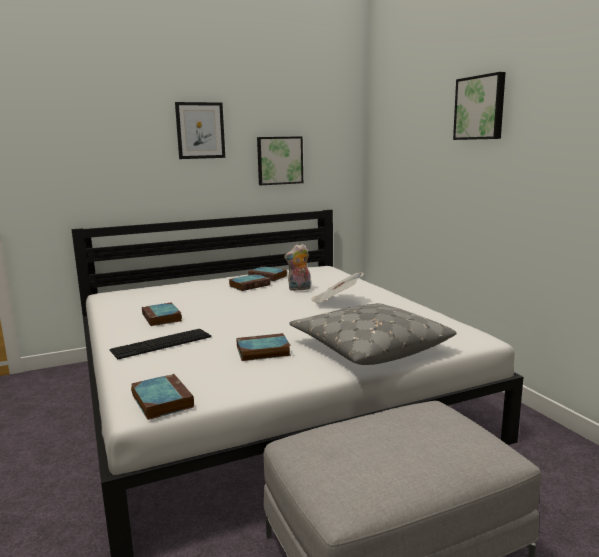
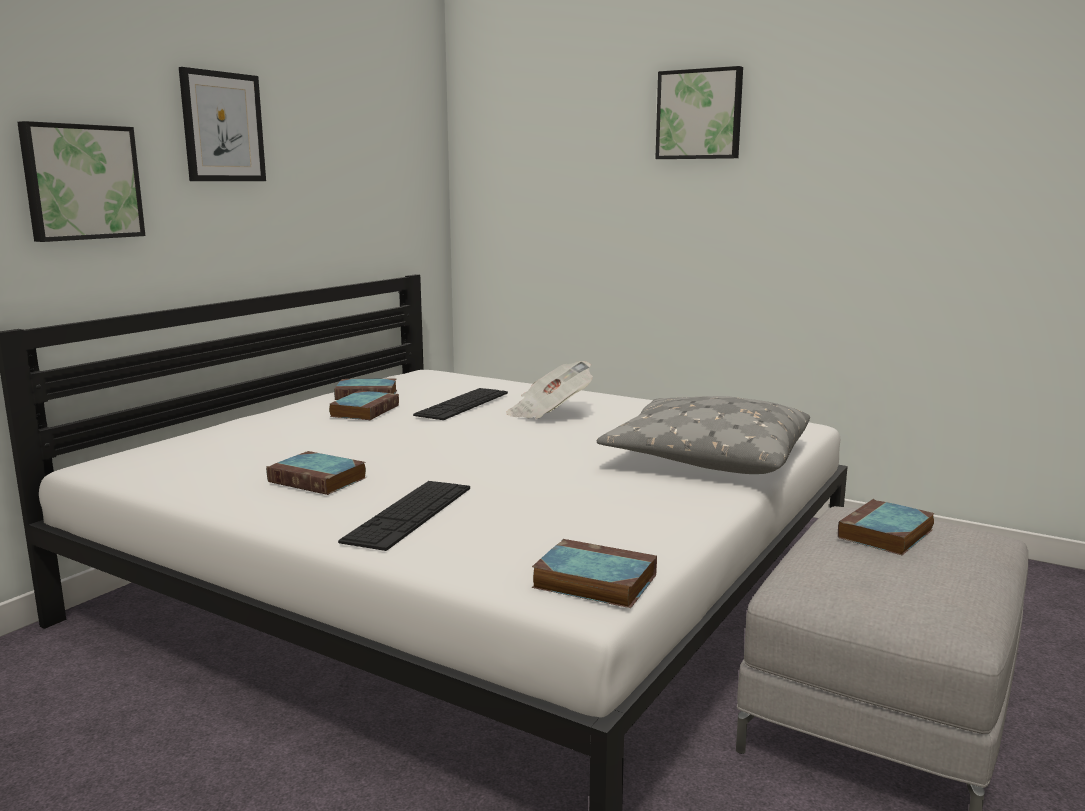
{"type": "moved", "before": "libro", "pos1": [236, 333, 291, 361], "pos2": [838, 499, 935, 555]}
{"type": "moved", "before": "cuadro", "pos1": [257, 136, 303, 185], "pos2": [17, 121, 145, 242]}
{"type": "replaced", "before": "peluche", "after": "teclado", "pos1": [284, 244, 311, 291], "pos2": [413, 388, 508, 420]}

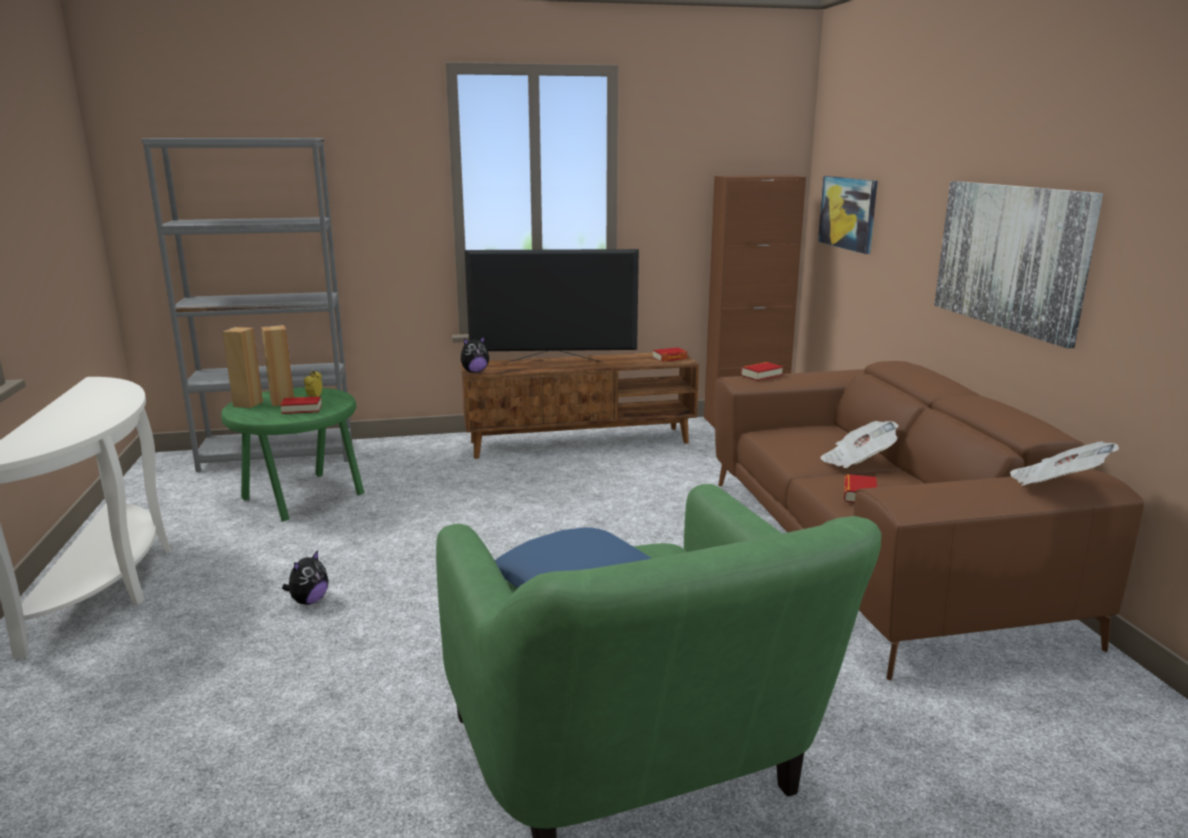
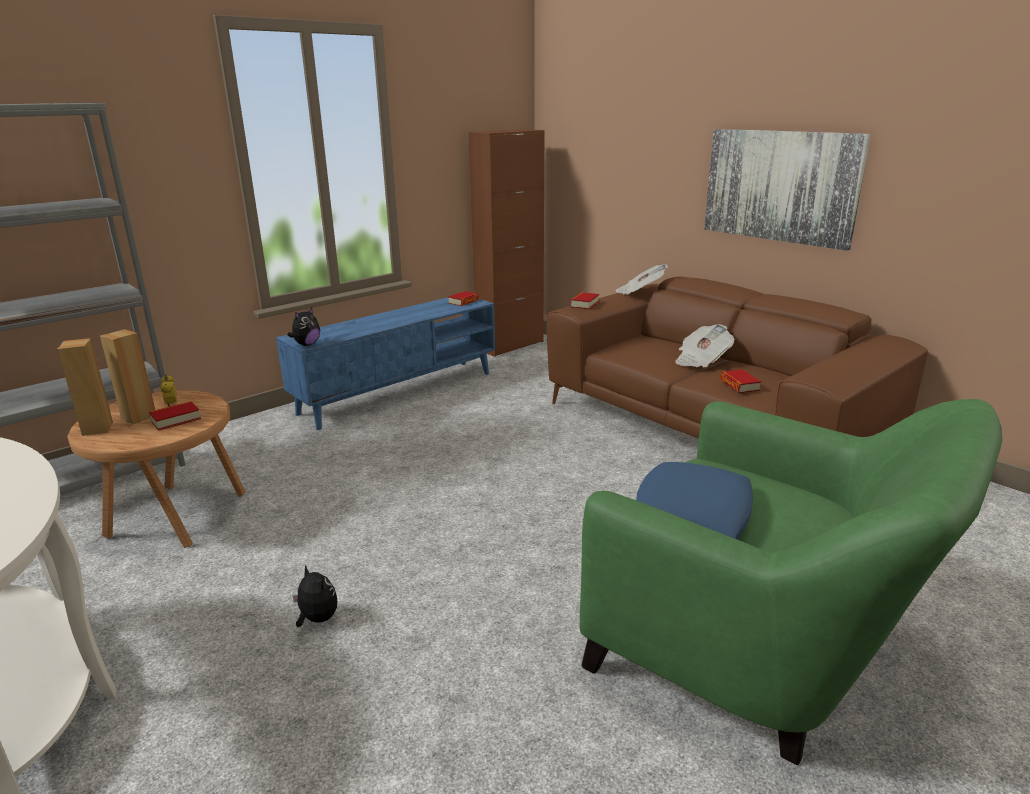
{"type": "removed", "before": "televisor", "pos1": [465, 249, 639, 364]}
{"type": "removed", "before": "cuadro", "pos1": [818, 176, 878, 254]}
{"type": "moved", "before": "periódico", "pos1": [1010, 441, 1119, 485], "pos2": [616, 264, 668, 295]}
{"type": "recoloured", "before": "mesa auxiliar/verde", "after": "mesa auxiliar/marrón", "pos1": [221, 387, 364, 522], "pos2": [67, 390, 246, 548]}
{"type": "recoloured", "before": "mueble de televisión/marrón", "after": "mueble de televisión/azul", "pos1": [461, 353, 699, 459], "pos2": [276, 298, 495, 430]}
{"type": "turned", "before": "peluche", "pos1": [282, 550, 328, 605], "pos2": [293, 565, 337, 627], "turn": -45}

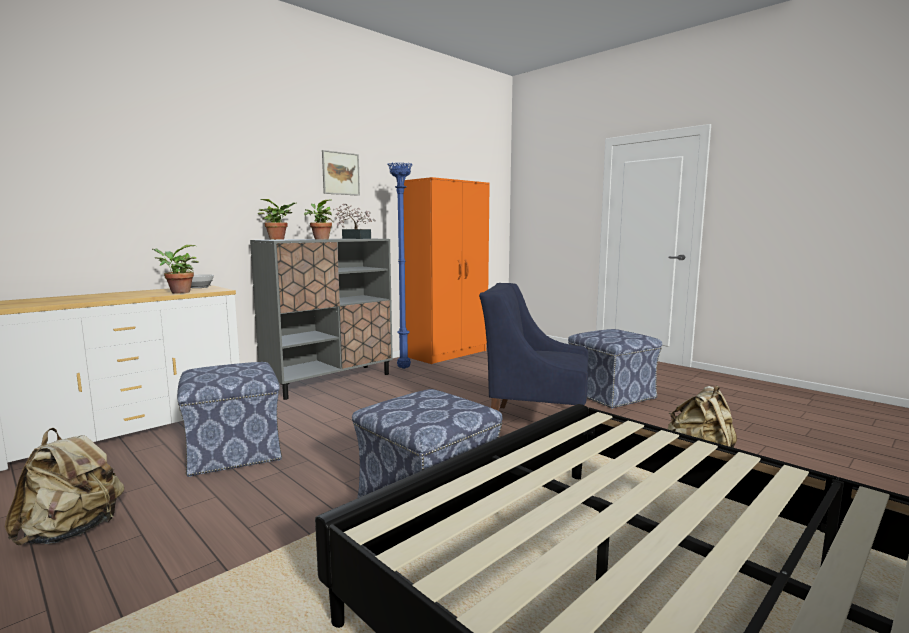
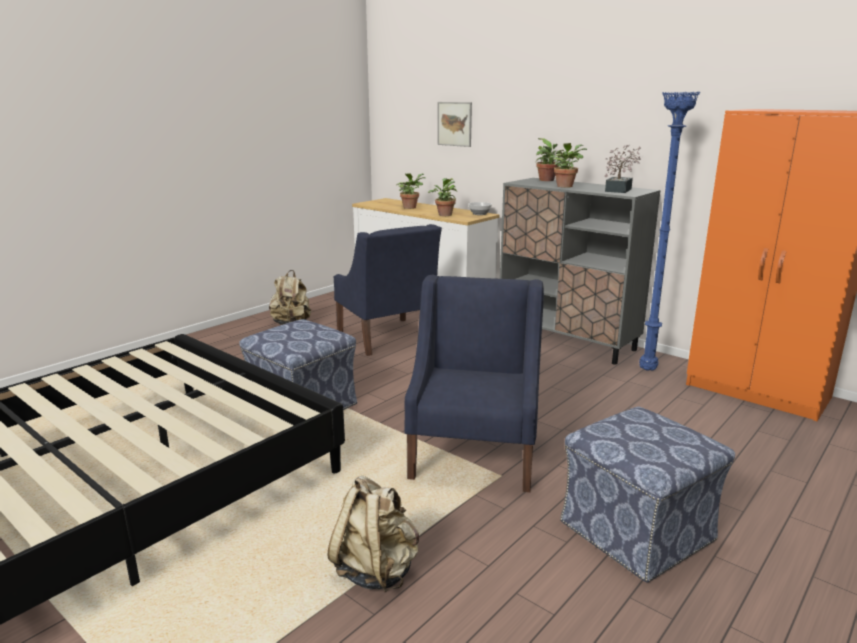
{"type": "added", "after": "planta en maceta", "pos2": [396, 173, 426, 209]}
{"type": "moved", "before": "cuadro", "pos1": [322, 150, 360, 196], "pos2": [437, 102, 472, 147]}
{"type": "replaced", "before": "puf", "after": "sillón/azul", "pos1": [177, 362, 282, 477], "pos2": [334, 224, 442, 356]}

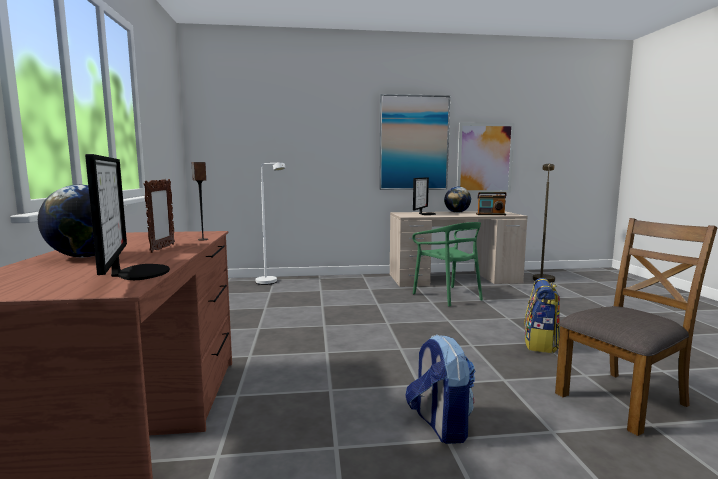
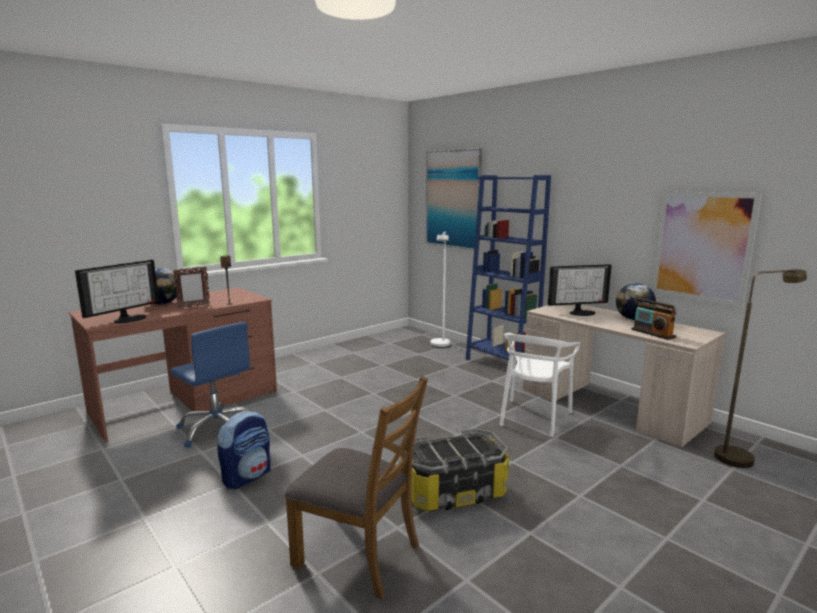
{"type": "added", "after": "silla de oficina/azul", "pos2": [170, 322, 251, 448]}
{"type": "added", "after": "estantería/azul", "pos2": [466, 175, 551, 377]}
{"type": "moved", "before": "cuadro", "pos1": [379, 94, 450, 190], "pos2": [426, 148, 482, 250]}
{"type": "replaced", "before": "mochila", "after": "caja de almacenaje", "pos1": [524, 278, 560, 353], "pos2": [411, 428, 509, 512]}
{"type": "recoloured", "before": "silla/verde", "after": "silla/blanco", "pos1": [412, 222, 483, 307], "pos2": [500, 333, 580, 437]}

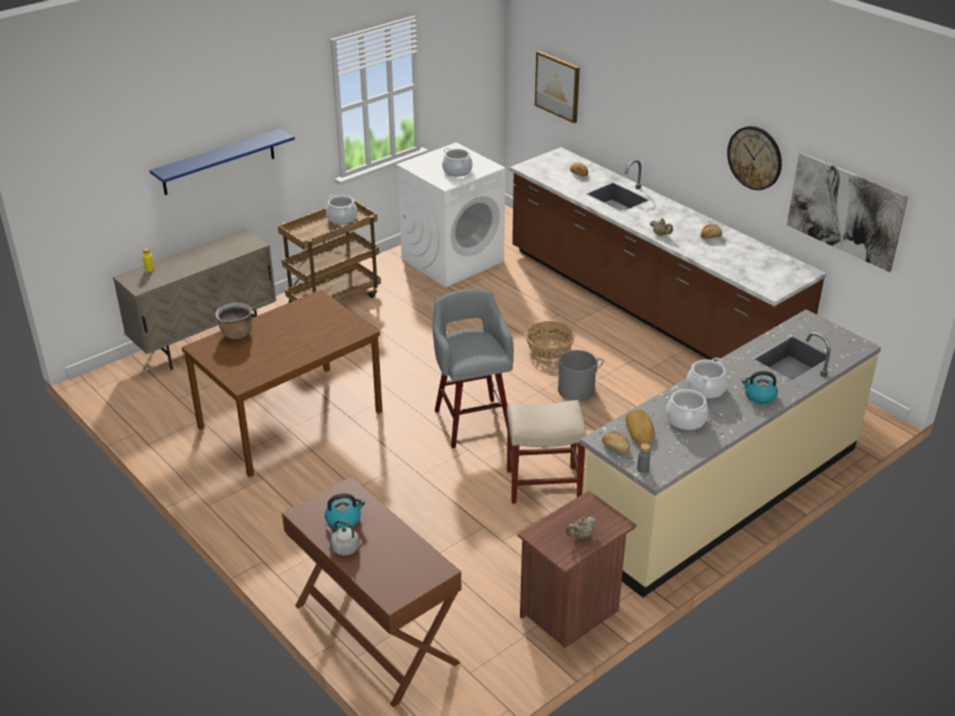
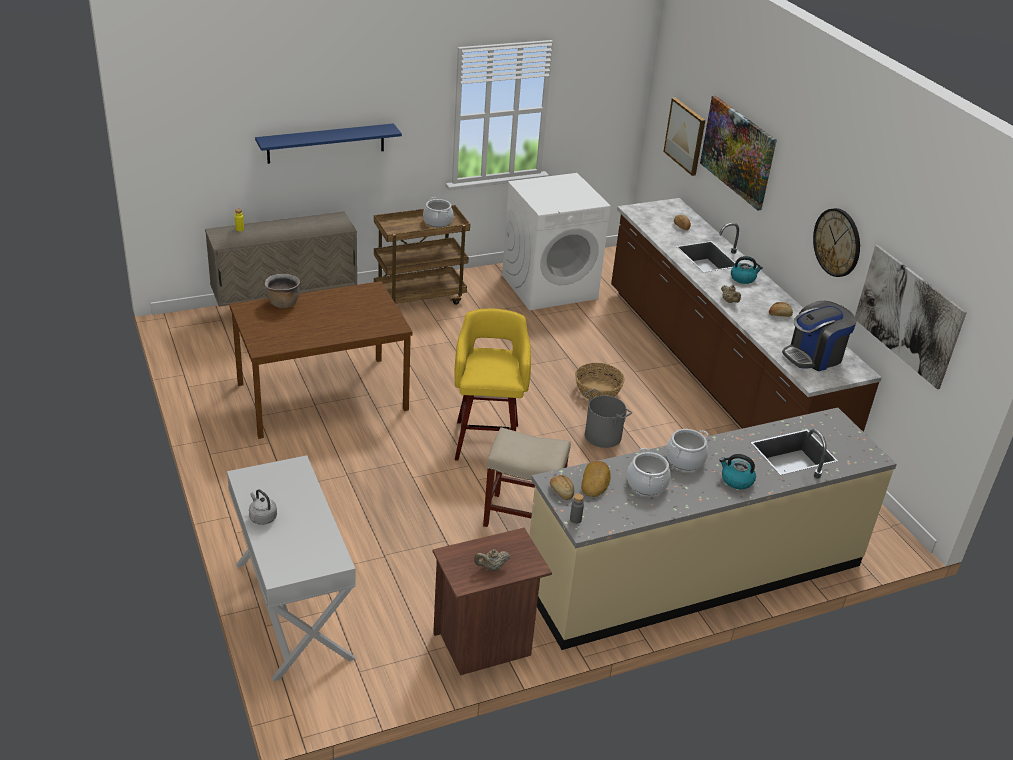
{"type": "removed", "before": "olla", "pos1": [442, 148, 473, 177]}
{"type": "added", "after": "cuadro", "pos2": [700, 96, 777, 211]}
{"type": "added", "after": "cafetera", "pos2": [782, 301, 857, 371]}
{"type": "moved", "before": "hervidor", "pos1": [325, 493, 365, 529], "pos2": [731, 256, 763, 284]}
{"type": "recoloured", "before": "mesa consola/marrón", "after": "mesa consola/blanco", "pos1": [282, 477, 462, 707], "pos2": [227, 455, 356, 681]}
{"type": "recoloured", "before": "taburete/gris", "after": "taburete/amarillo", "pos1": [433, 289, 514, 448], "pos2": [455, 309, 531, 461]}

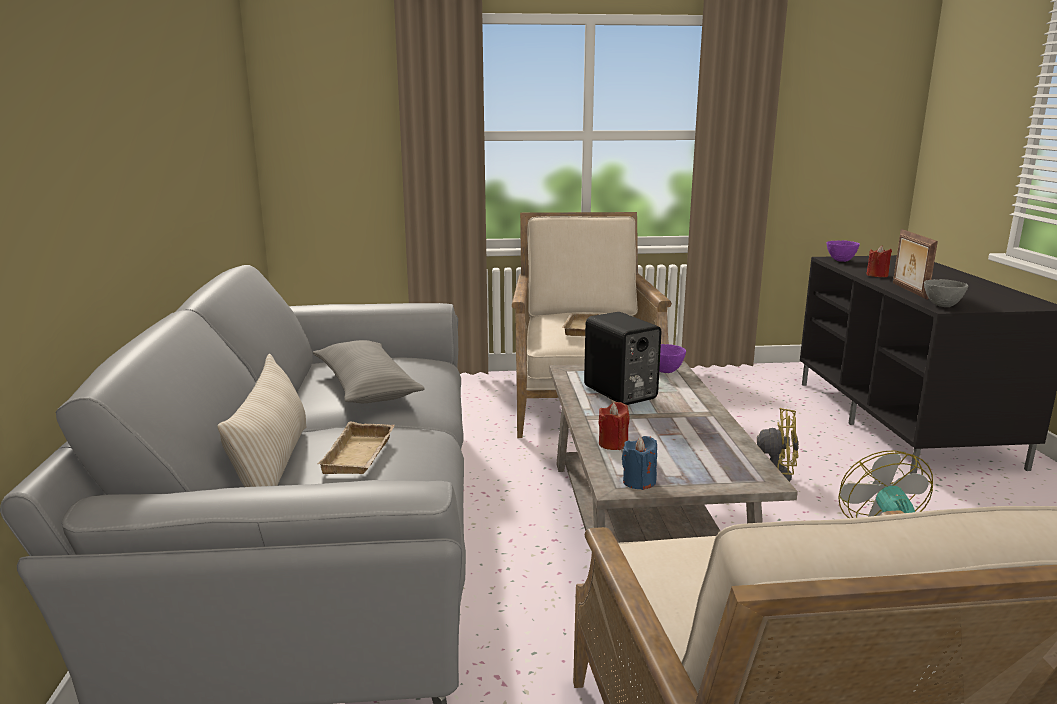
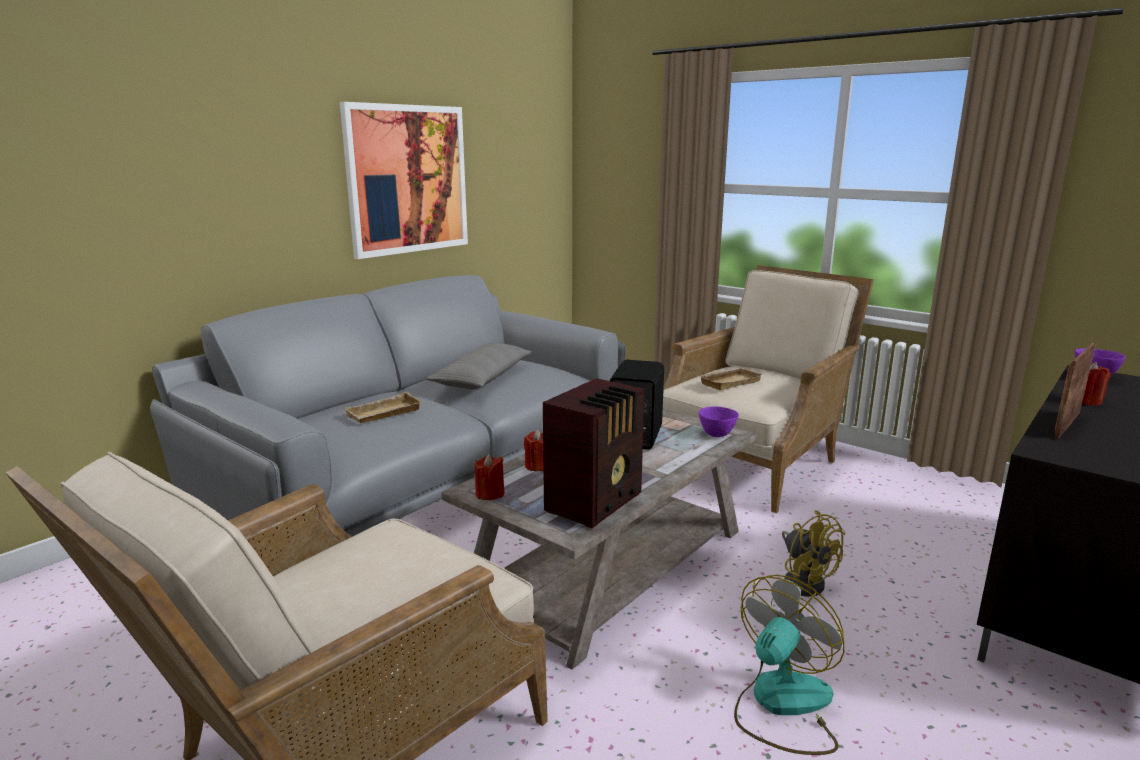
{"type": "removed", "before": "cojín/beis", "pos1": [217, 354, 307, 487]}
{"type": "removed", "before": "cuenco/gris", "pos1": [924, 279, 969, 307]}
{"type": "added", "after": "cuadro", "pos2": [340, 102, 468, 259]}
{"type": "added", "after": "radio", "pos2": [543, 378, 645, 528]}
{"type": "recoloured", "before": "vela/azul", "after": "vela/rojo", "pos1": [622, 436, 657, 490], "pos2": [475, 454, 504, 500]}

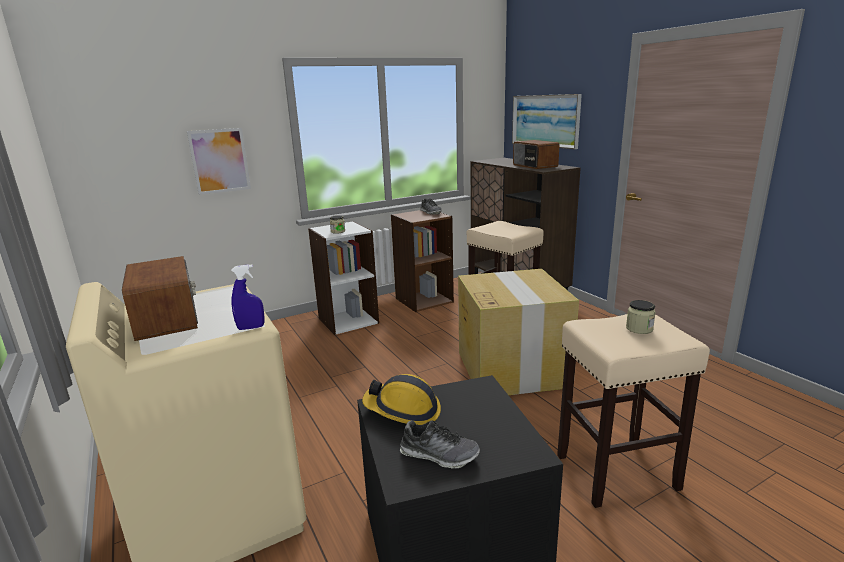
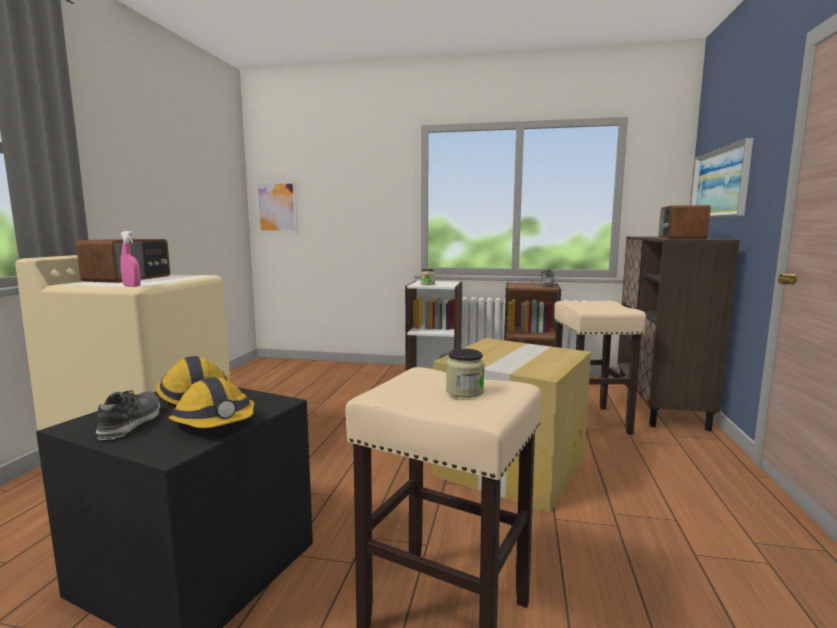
{"type": "added", "after": "casco", "pos2": [168, 377, 254, 428]}
{"type": "moved", "before": "cuadro", "pos1": [187, 128, 251, 195], "pos2": [256, 181, 298, 233]}
{"type": "recoloured", "before": "pulverizador/azul", "after": "pulverizador/rosa", "pos1": [231, 264, 264, 330], "pos2": [120, 231, 141, 287]}
{"type": "turned", "before": "zapato", "pos1": [400, 420, 480, 469], "pos2": [96, 390, 160, 440], "turn": -150}

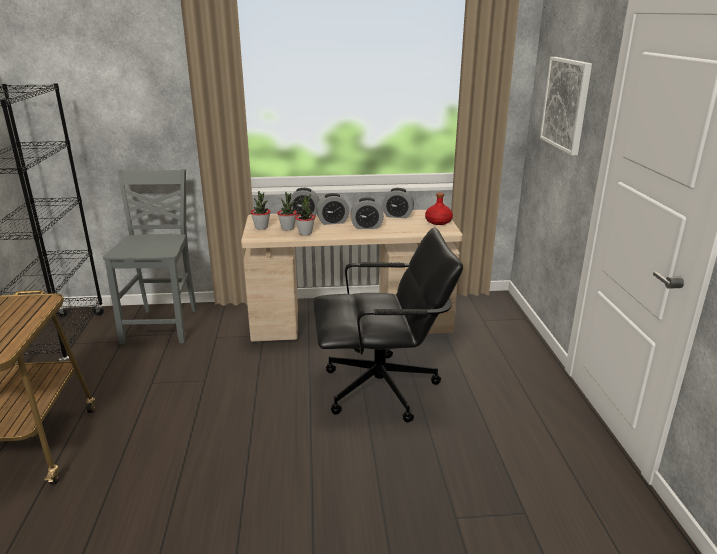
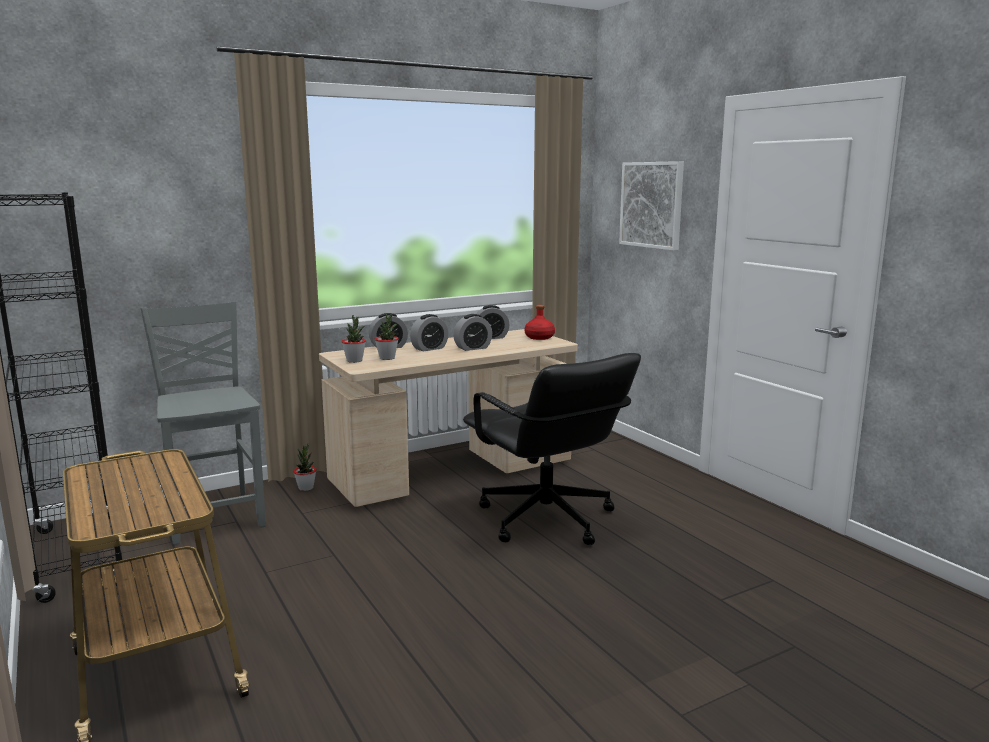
{"type": "moved", "before": "planta en maceta", "pos1": [295, 194, 315, 235], "pos2": [293, 444, 317, 491]}
{"type": "turned", "before": "silla de oficina/negro", "pos1": [313, 228, 463, 423], "pos2": [463, 353, 641, 545], "turn": 90}

